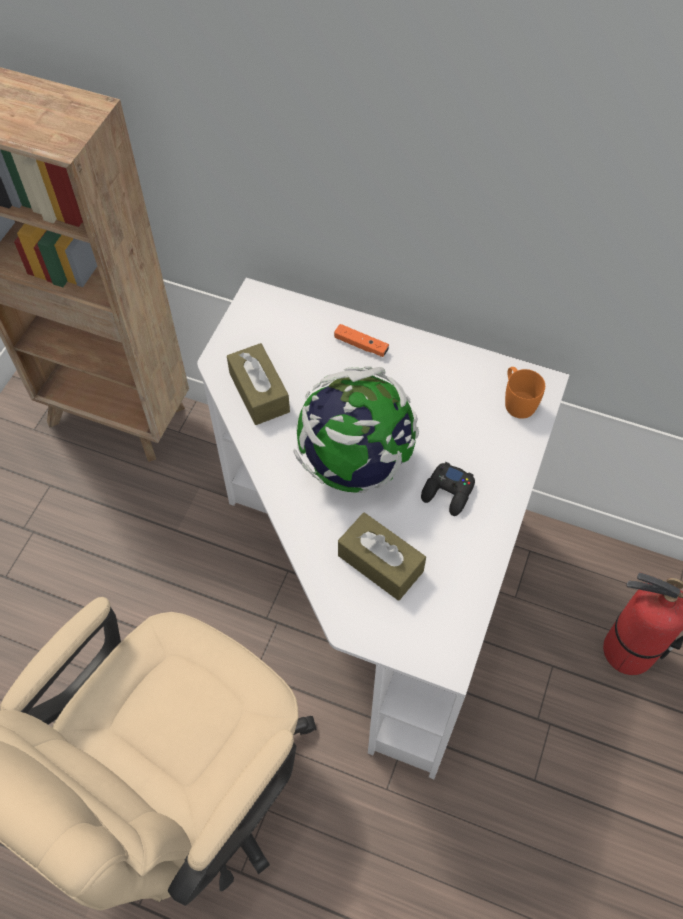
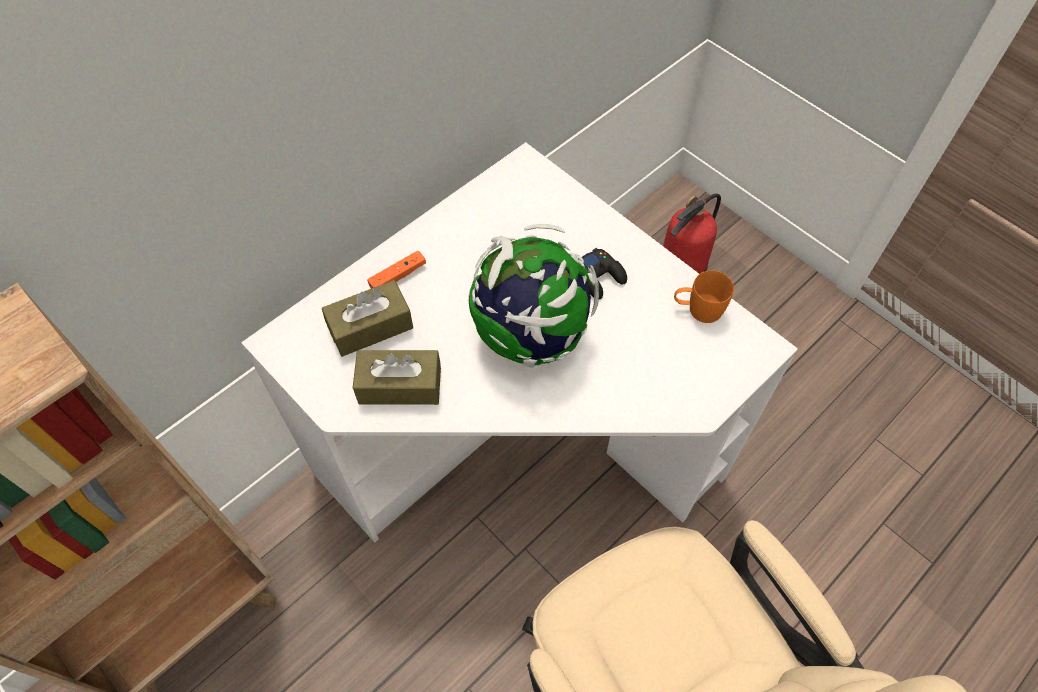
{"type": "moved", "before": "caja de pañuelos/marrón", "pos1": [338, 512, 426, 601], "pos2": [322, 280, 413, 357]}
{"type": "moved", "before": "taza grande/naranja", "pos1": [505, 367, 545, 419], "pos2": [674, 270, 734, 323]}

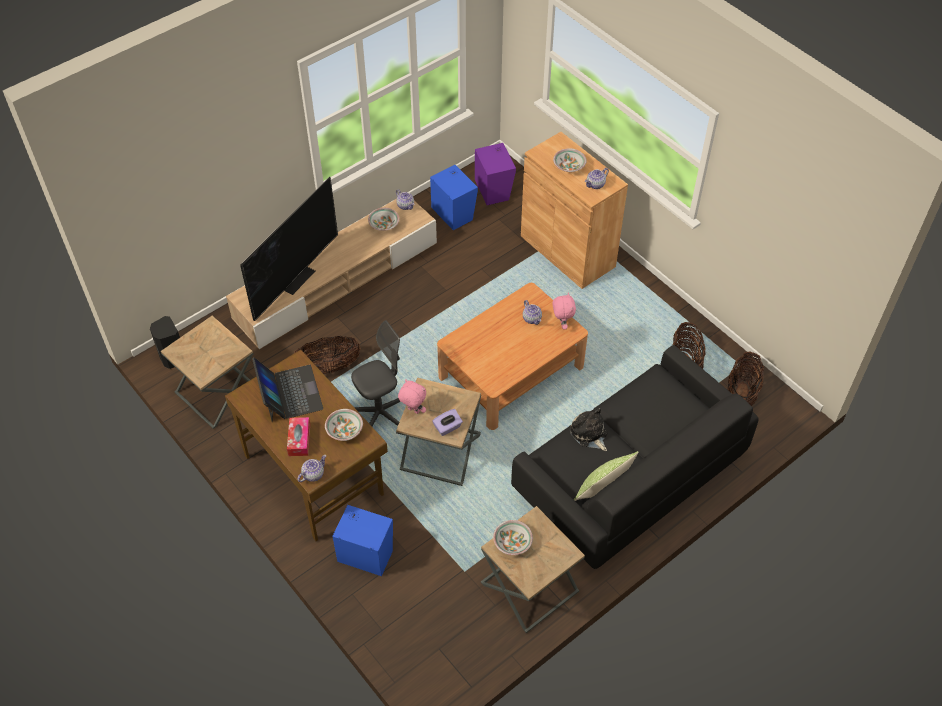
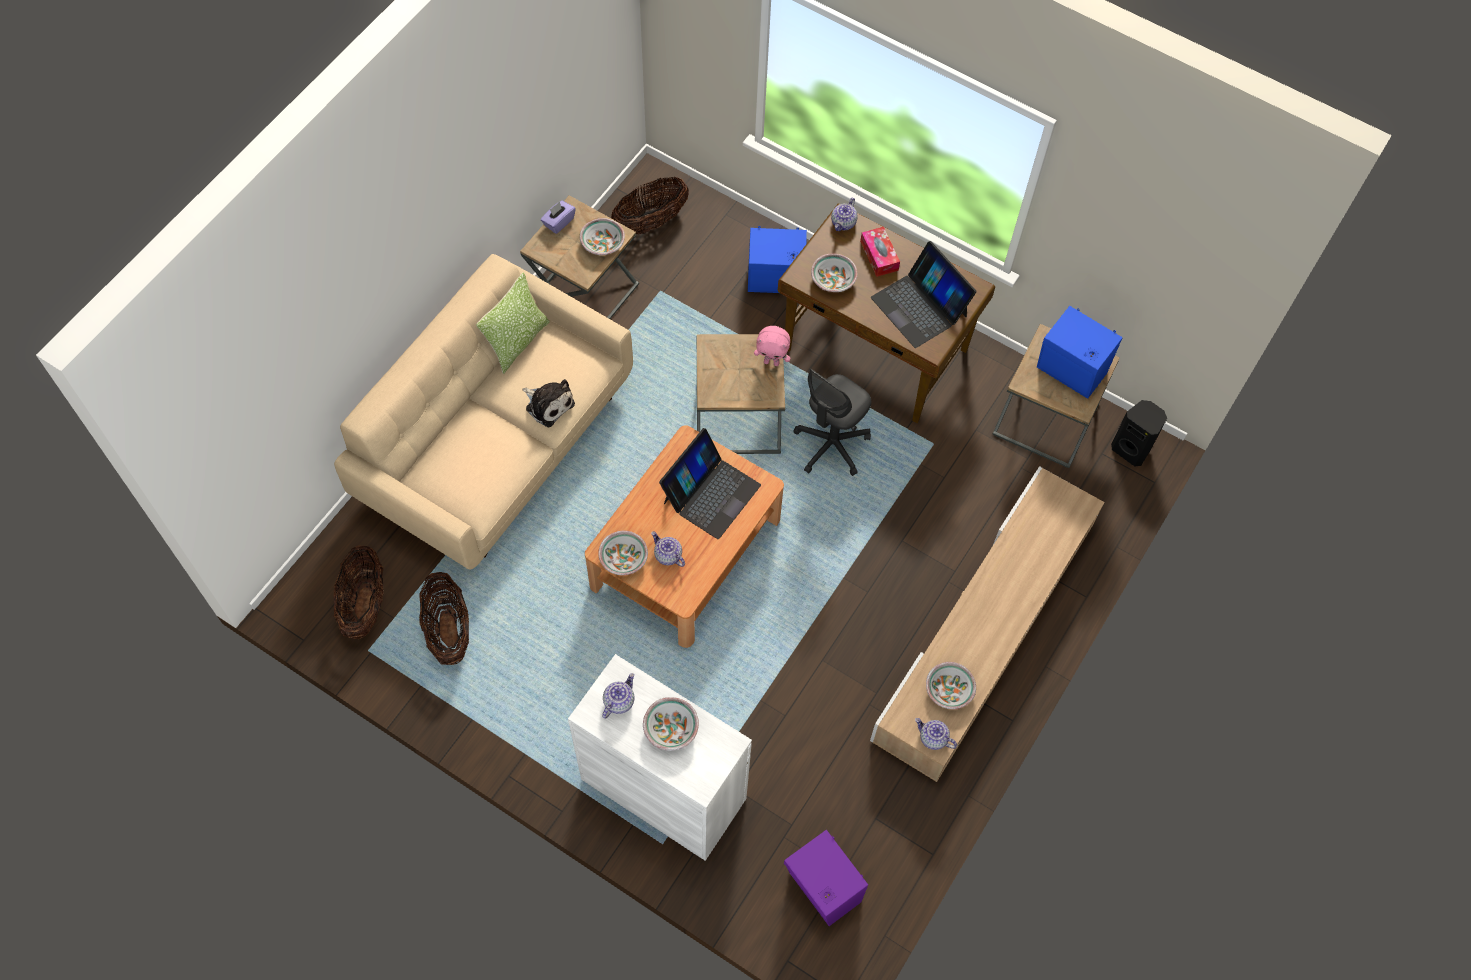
{"type": "removed", "before": "televisor", "pos1": [240, 176, 338, 321]}
{"type": "added", "after": "portátil", "pos2": [659, 428, 761, 539]}
{"type": "moved", "before": "cesta", "pos1": [294, 336, 360, 374], "pos2": [611, 177, 689, 234]}
{"type": "moved", "before": "altavoz/azul", "pos1": [430, 165, 478, 230], "pos2": [1037, 306, 1123, 399]}
{"type": "moved", "before": "caja de pañuelos/morado", "pos1": [432, 409, 463, 436], "pos2": [541, 201, 576, 234]}
{"type": "replaced", "before": "peluche/rosa", "after": "cuenco", "pos1": [553, 293, 576, 330], "pos2": [598, 531, 648, 575]}
{"type": "recoloured", "before": "sofá/negro", "after": "sofá/beis", "pos1": [511, 345, 759, 569], "pos2": [334, 254, 633, 570]}
{"type": "recoloured", "before": "armario/marrón", "after": "armario/blanco", "pos1": [521, 132, 628, 289], "pos2": [568, 654, 752, 861]}

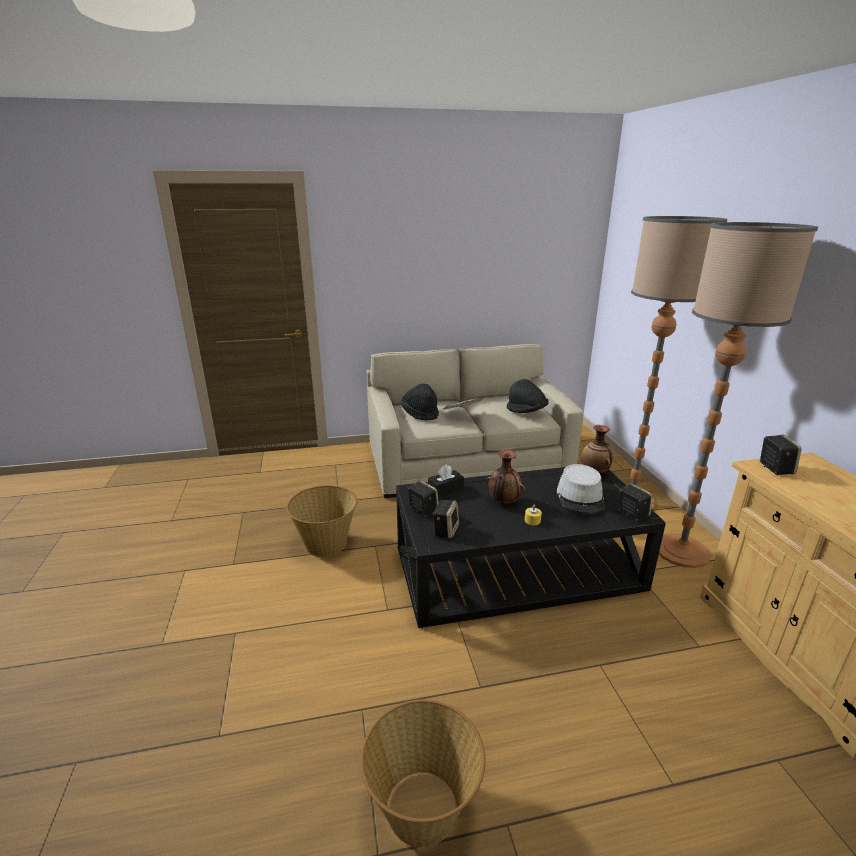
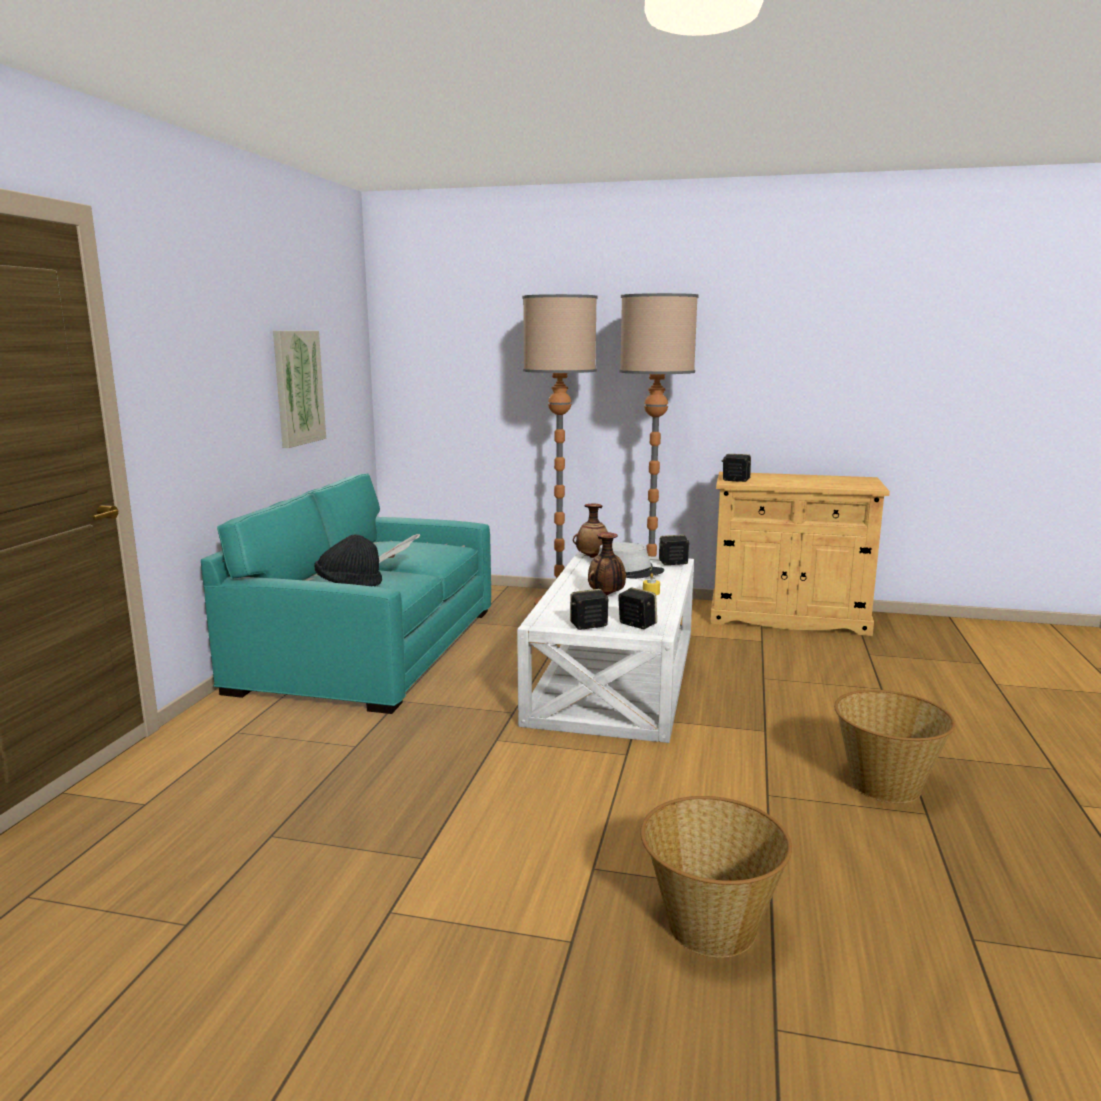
{"type": "removed", "before": "caja de pañuelos/negro", "pos1": [428, 465, 464, 497]}
{"type": "removed", "before": "sombrero/negro", "pos1": [507, 379, 548, 413]}
{"type": "added", "after": "cuadro", "pos2": [273, 331, 326, 448]}
{"type": "moved", "before": "cesta", "pos1": [287, 485, 357, 557], "pos2": [640, 796, 792, 958]}
{"type": "recoloured", "before": "sofá/beis", "after": "sofá/turquesa", "pos1": [367, 344, 583, 498], "pos2": [201, 473, 491, 714]}
{"type": "recoloured", "before": "mesa de centro/negro", "after": "mesa de centro/blanco", "pos1": [396, 467, 666, 628], "pos2": [517, 552, 694, 743]}

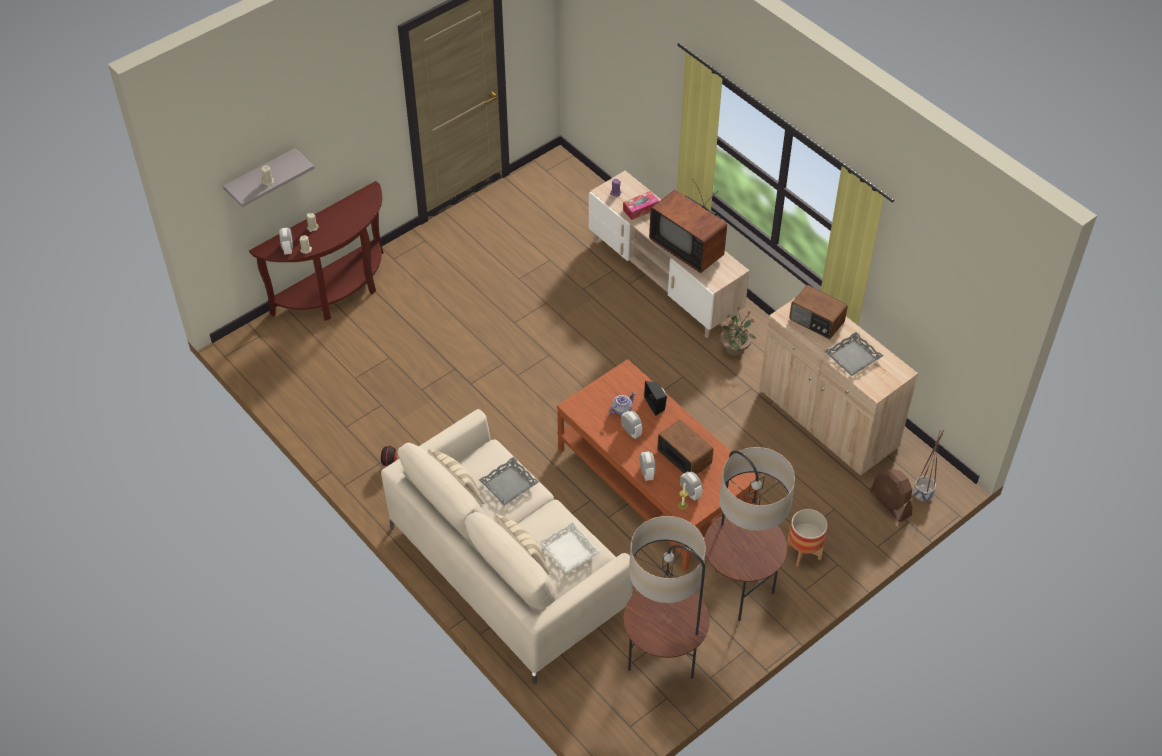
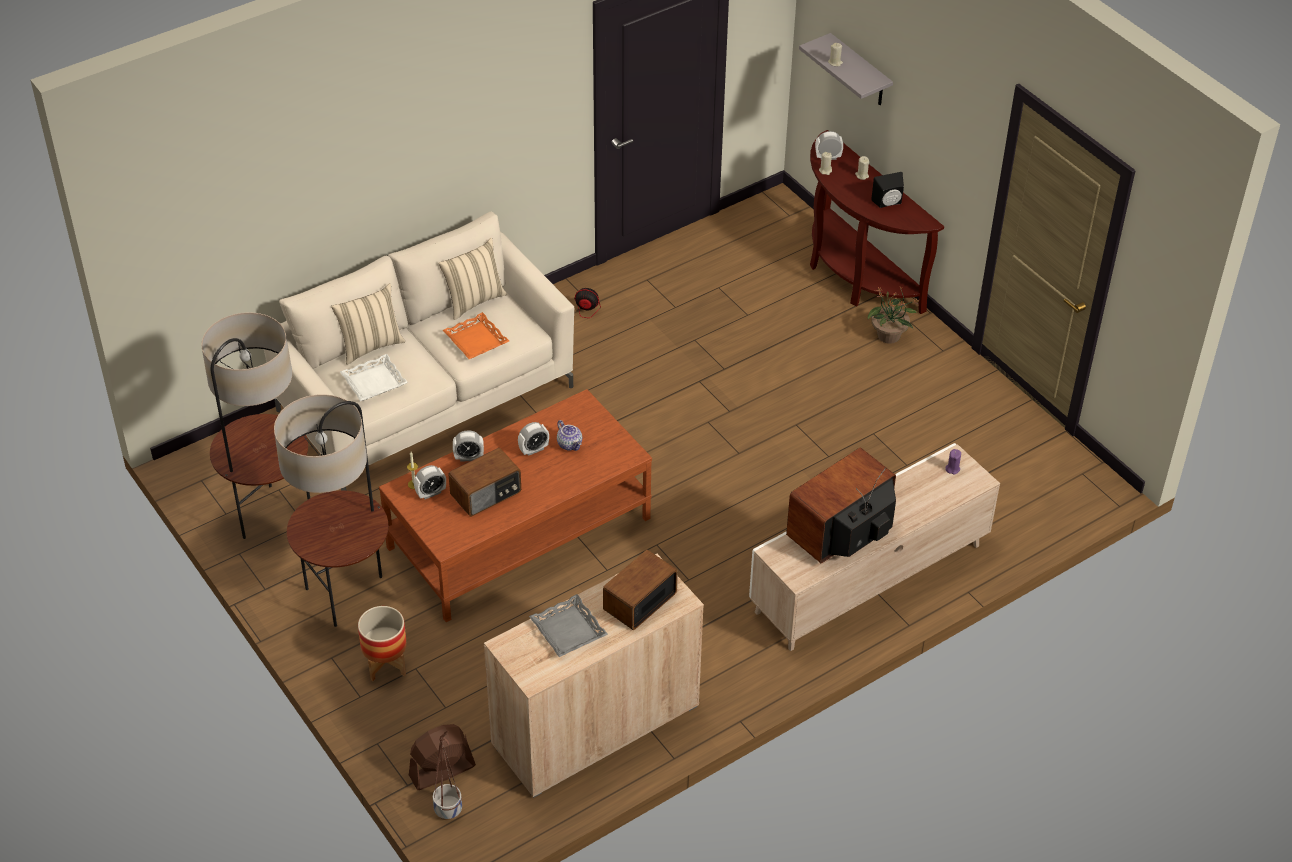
{"type": "removed", "before": "caja de pañuelos", "pos1": [623, 191, 659, 220]}
{"type": "moved", "before": "altavoz/negro", "pos1": [644, 381, 667, 416], "pos2": [871, 172, 904, 208]}
{"type": "moved", "before": "planta en maceta", "pos1": [720, 306, 756, 356], "pos2": [868, 286, 919, 344]}
{"type": "recoloured", "before": "bandeja/gris", "after": "bandeja/naranja", "pos1": [479, 457, 539, 506], "pos2": [443, 312, 509, 359]}

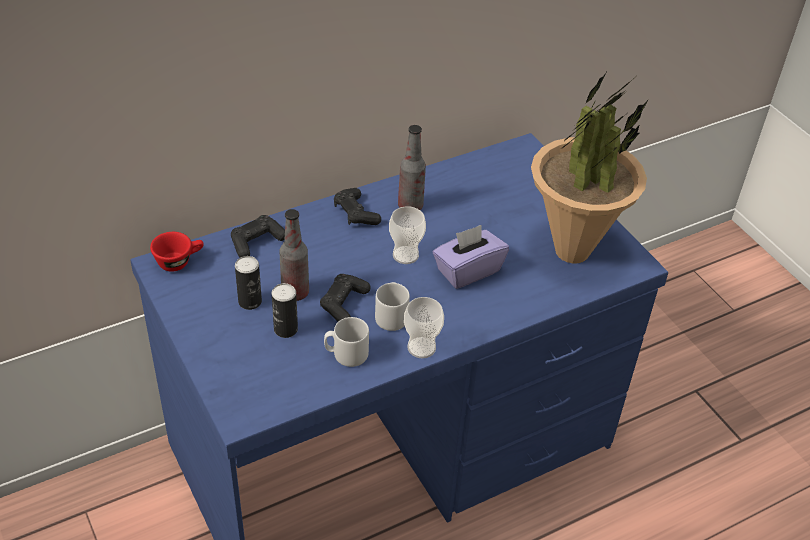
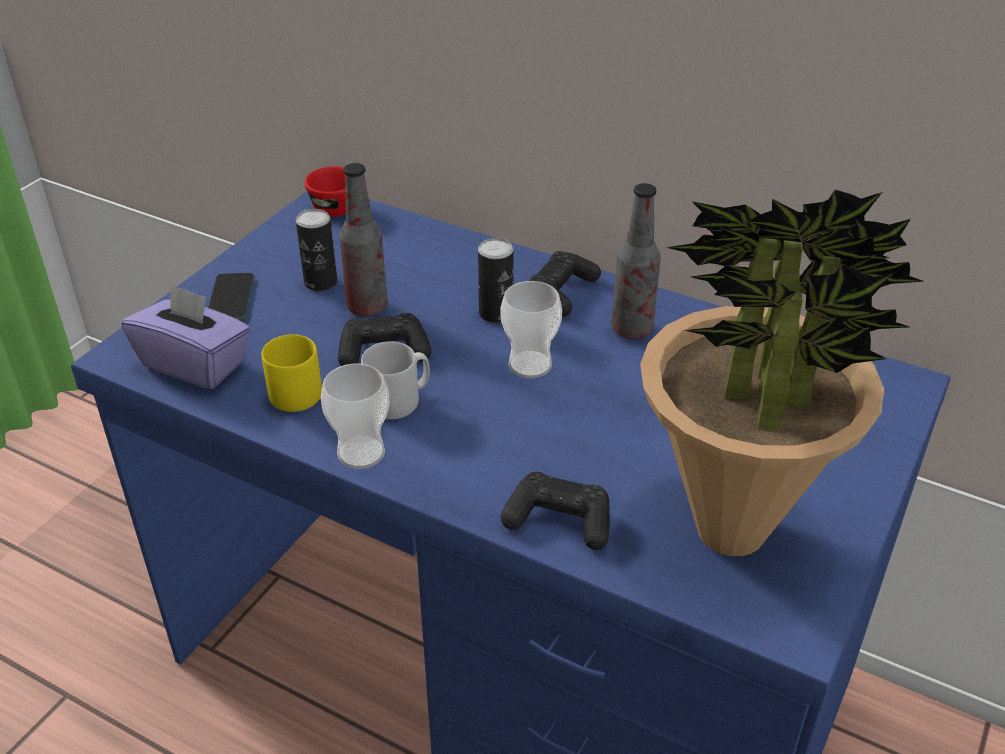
{"type": "added", "after": "móvil", "pos2": [208, 273, 255, 320]}
{"type": "moved", "before": "mando de consola/negro", "pos1": [231, 215, 285, 258], "pos2": [501, 472, 610, 550]}
{"type": "moved", "before": "lata", "pos1": [272, 283, 298, 338], "pos2": [478, 238, 514, 323]}
{"type": "moved", "before": "caja de pañuelos/morado", "pos1": [433, 225, 509, 289], "pos2": [122, 283, 251, 389]}
{"type": "recoloured", "before": "taza grande/gris", "after": "taza grande/amarillo", "pos1": [324, 317, 369, 367], "pos2": [261, 334, 322, 412]}

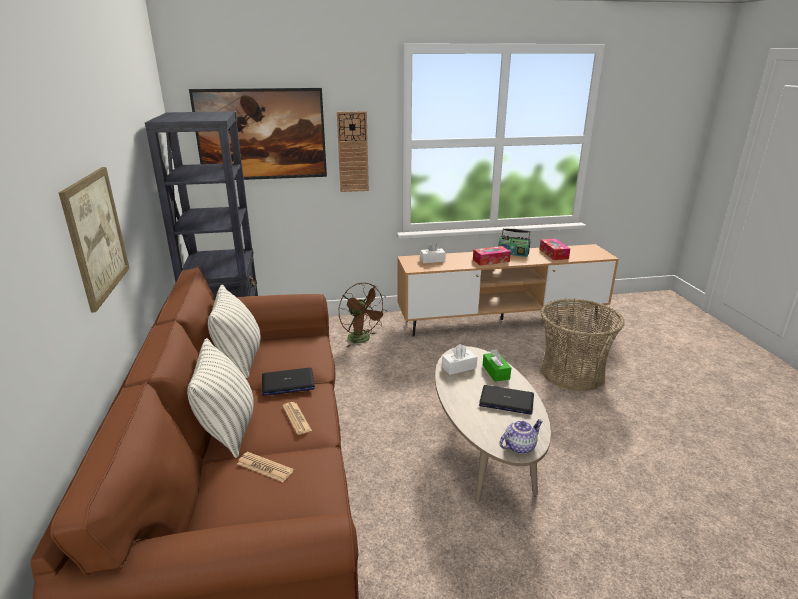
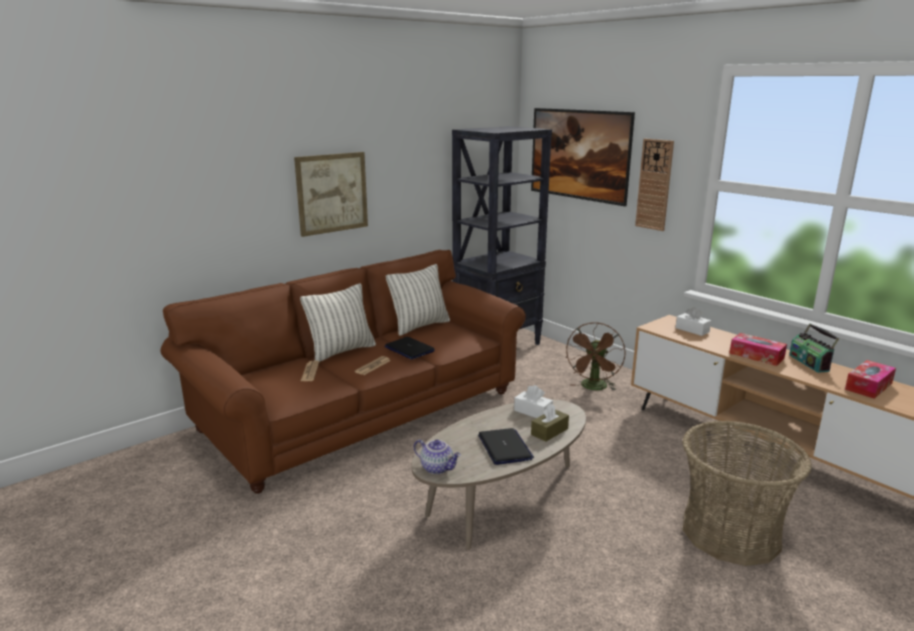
{"type": "recoloured", "before": "caja de pañuelos/verde", "after": "caja de pañuelos/marrón", "pos1": [483, 349, 511, 382], "pos2": [531, 403, 569, 442]}

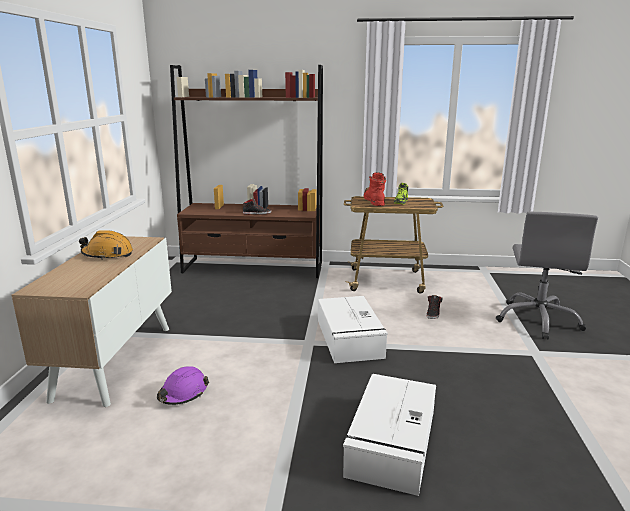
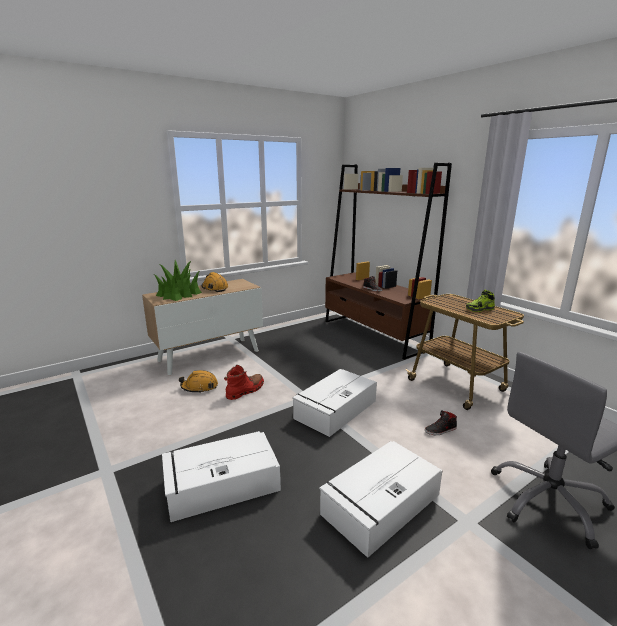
{"type": "added", "after": "planta en maceta", "pos2": [154, 260, 202, 301]}
{"type": "added", "after": "caja de almacenaje/blanco", "pos2": [319, 441, 442, 558]}
{"type": "moved", "before": "bota/rojo", "pos1": [364, 172, 386, 206], "pos2": [224, 365, 264, 400]}
{"type": "recoloured", "before": "casco/morado", "after": "casco/naranja", "pos1": [157, 366, 209, 405], "pos2": [179, 370, 218, 393]}

